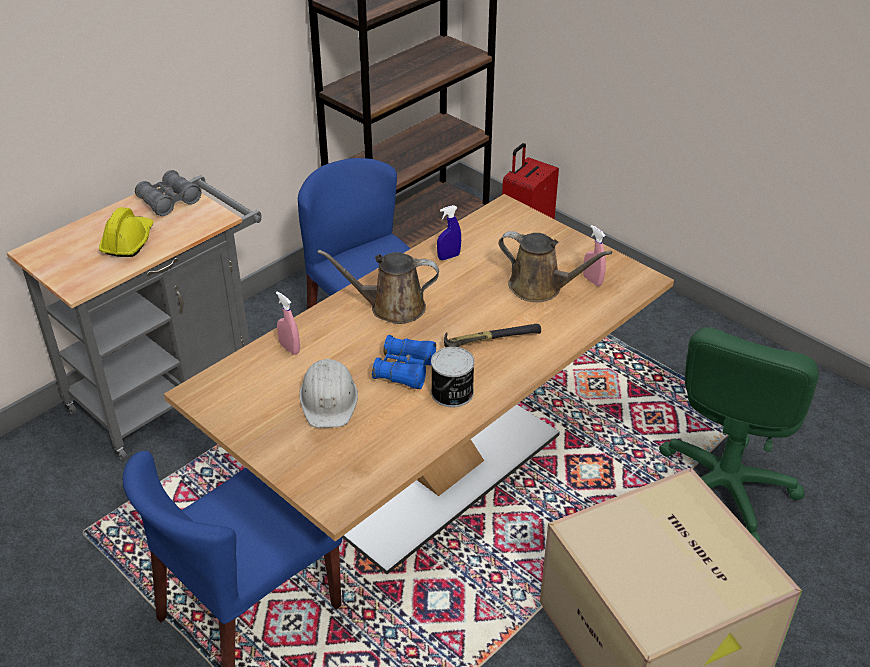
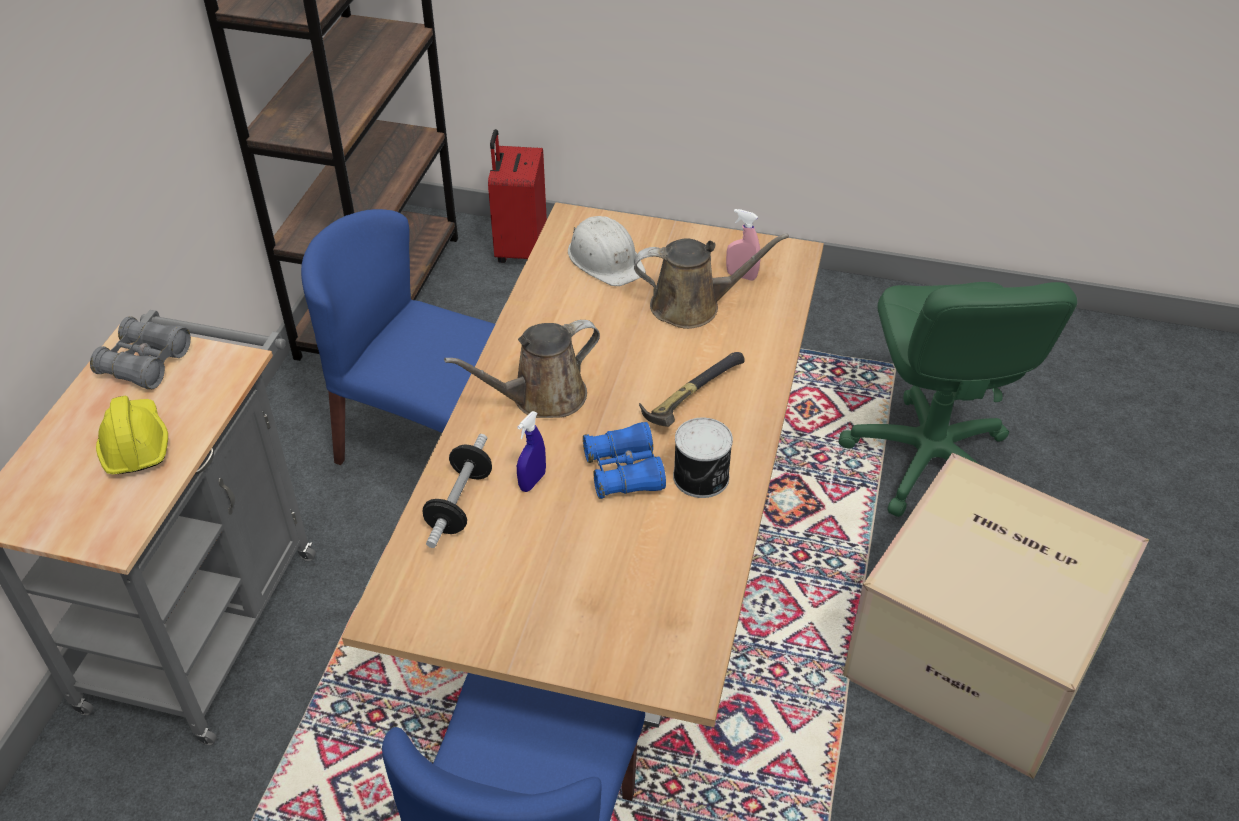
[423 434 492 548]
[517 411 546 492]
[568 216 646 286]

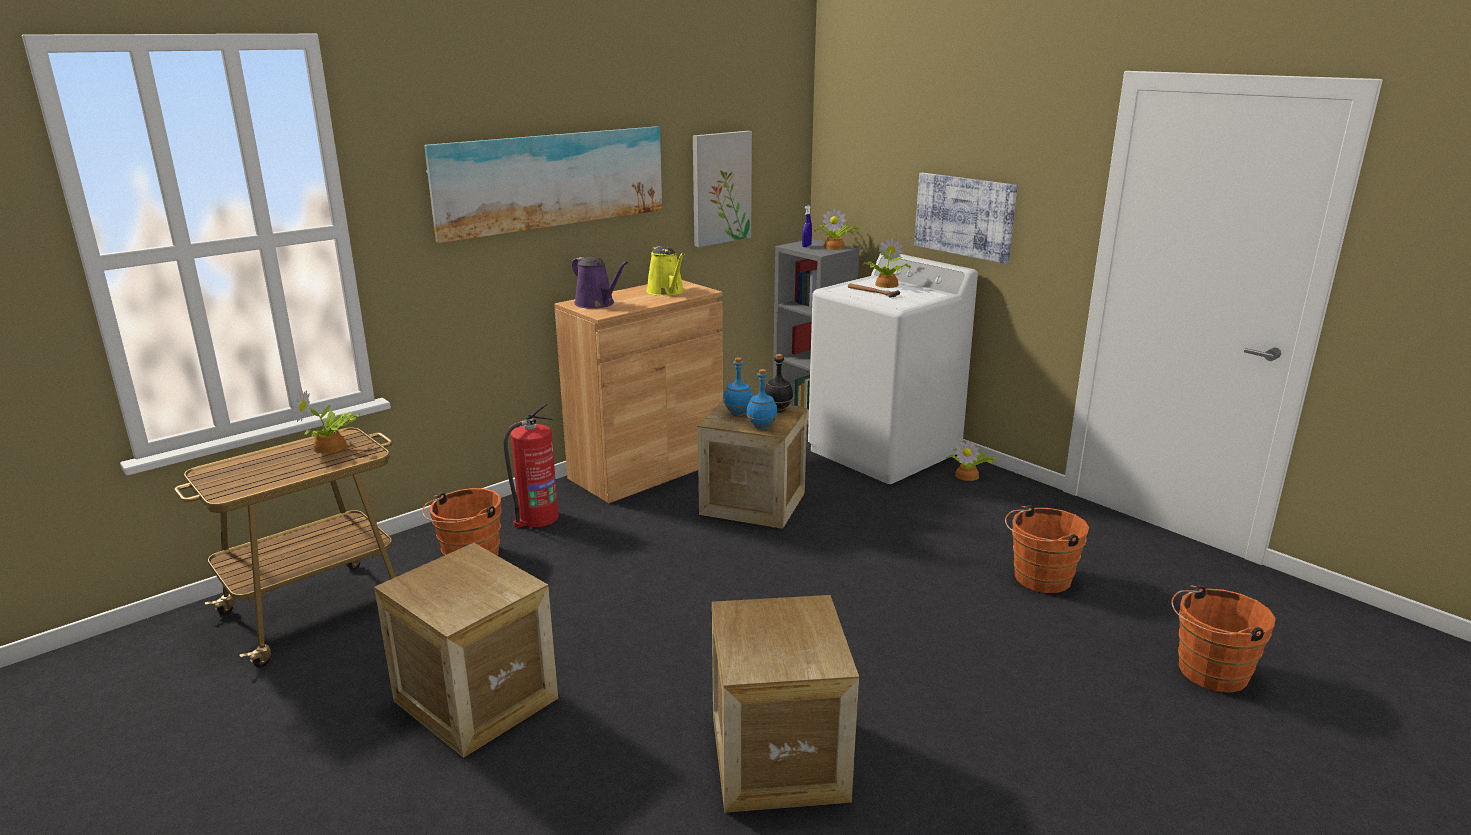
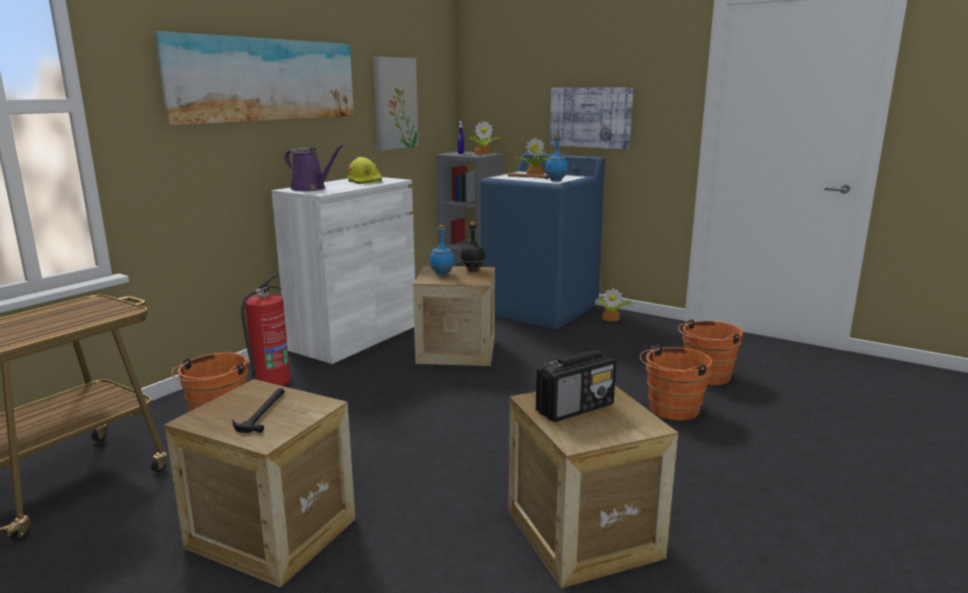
[232 388 285 433]
[272 177 415 364]
[348 157 382 184]
[480 153 605 329]
[536 350 616 422]
[545 134 568 182]
[640 345 712 421]
[293 390 360 453] (first image)

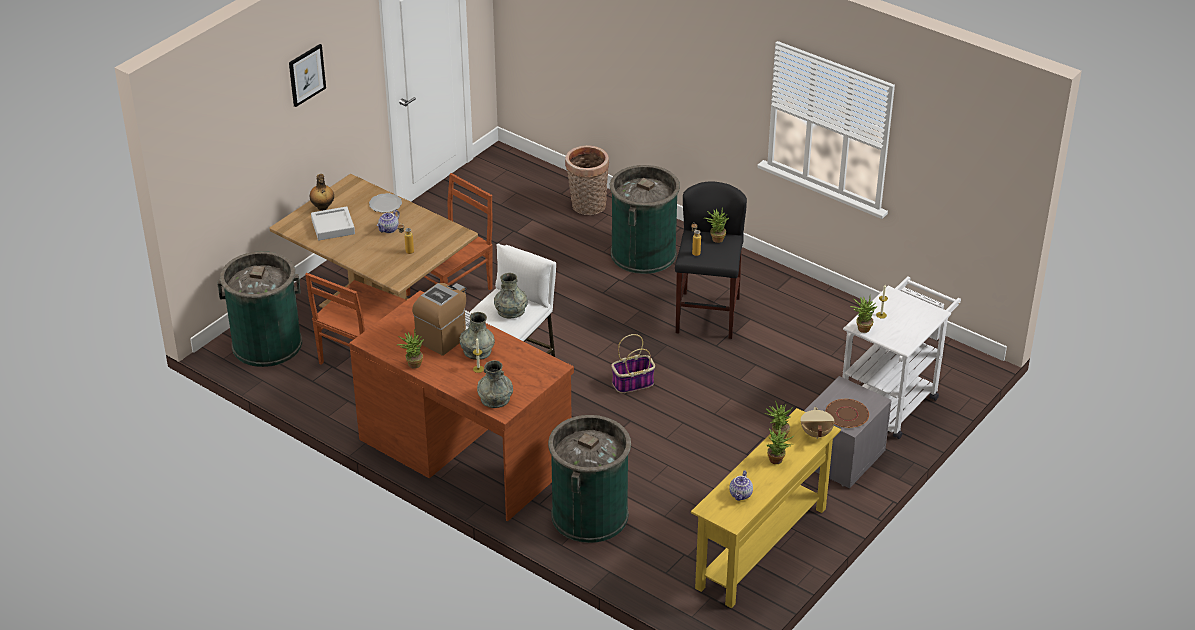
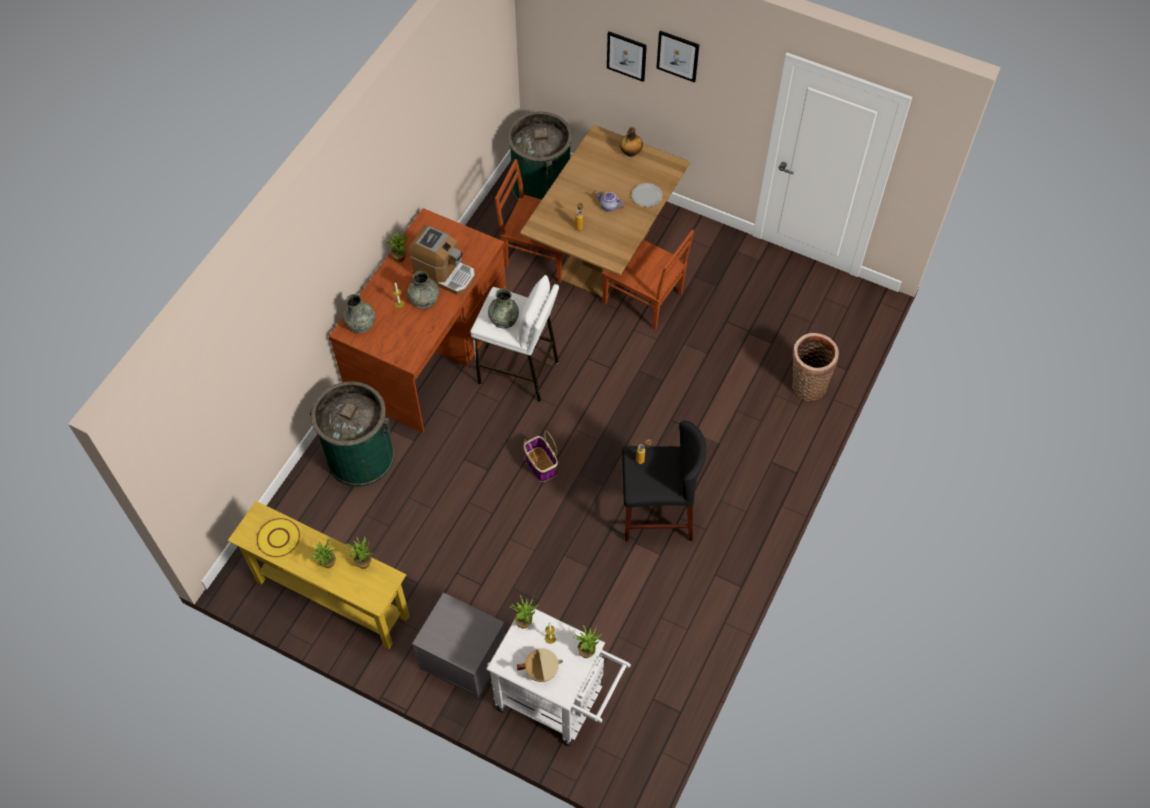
[257 518 300 557]
[517 648 563 682]
[573 625 603 658]
[607 31 647 82]
[311 206 355 240] (first image)
[610 165 680 274] (first image)
[825 399 869 428] (first image)

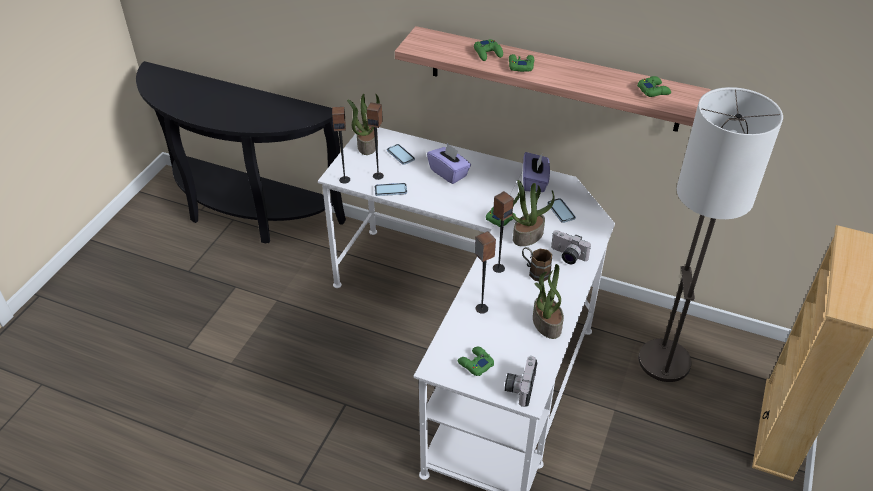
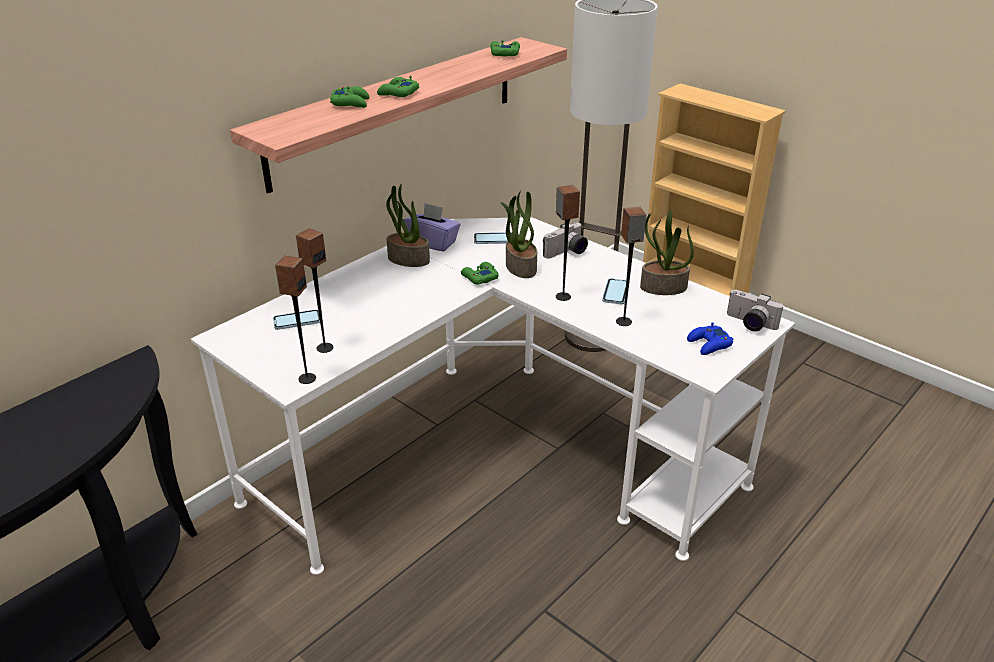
[386 184 430 267]
[602 278 626 304]
[687 322 734 355]
[427 143 471 184] (first image)
[522 247 552 281] (first image)

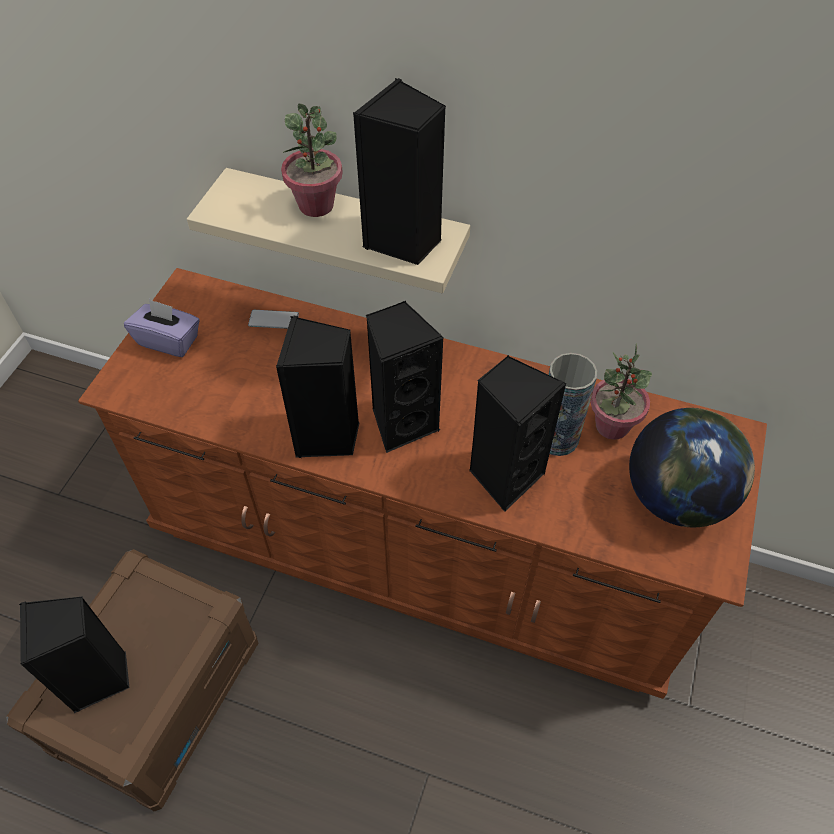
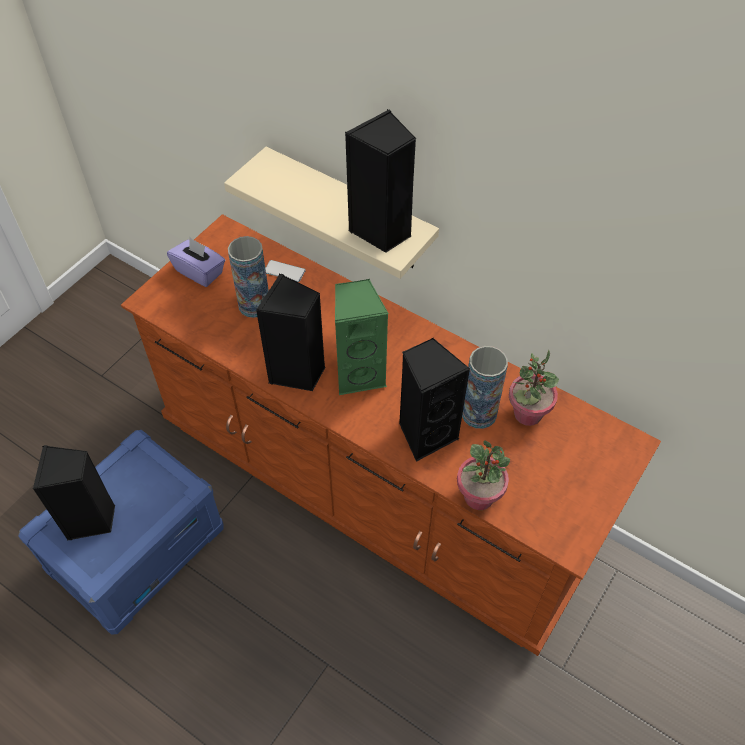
[18 430 223 635]
[228 236 269 318]
[335 279 389 395]
[457 440 510 510]
[629 408 755 527] (first image)

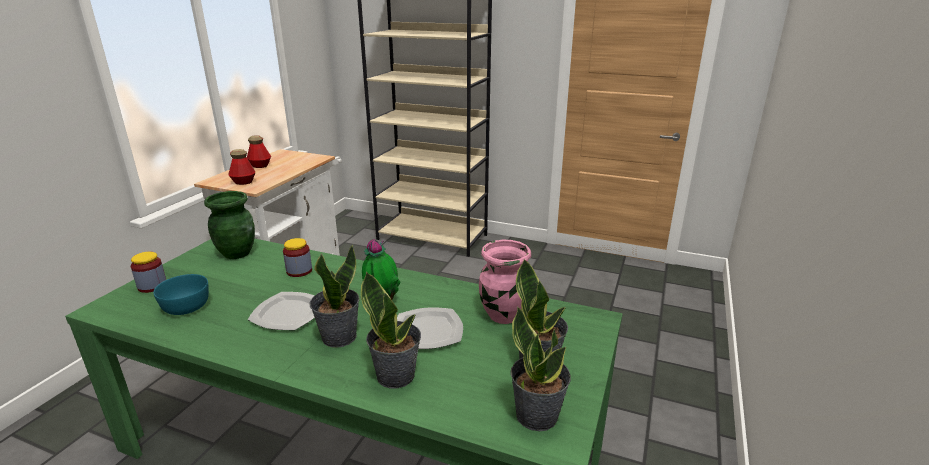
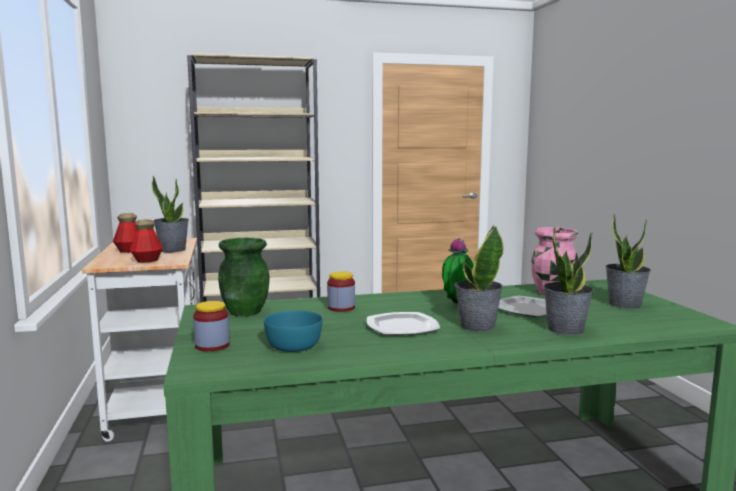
[151 176 189 252]

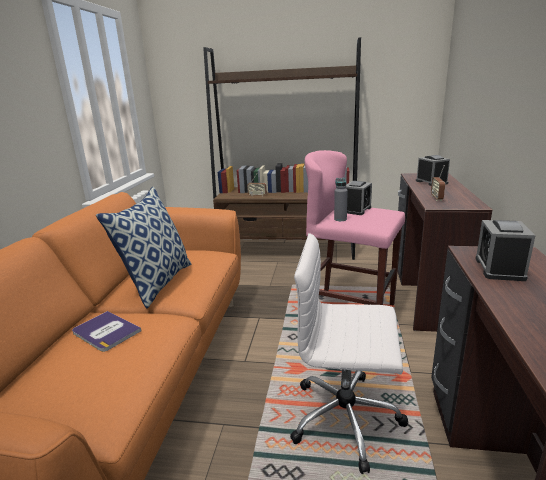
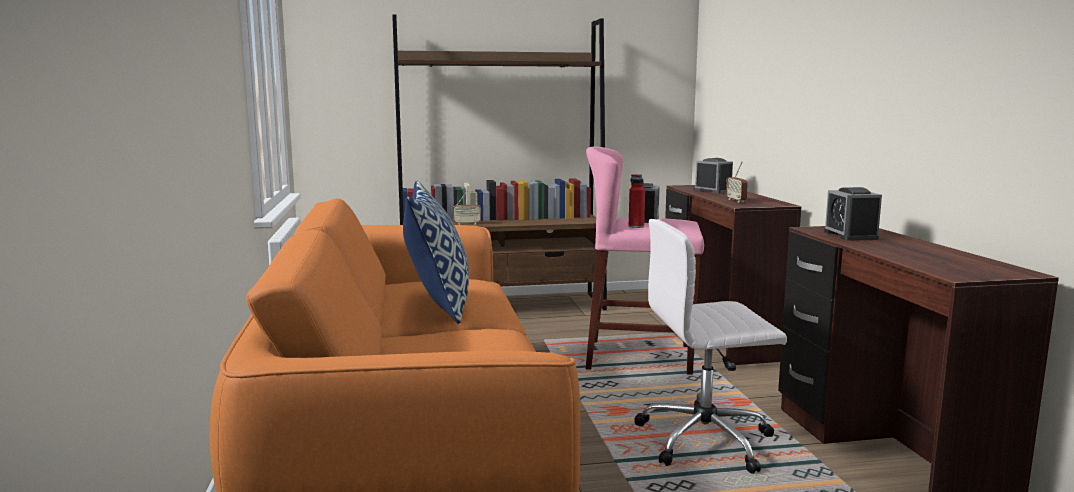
[629 174 645 228]
[72 311 141 352] (first image)

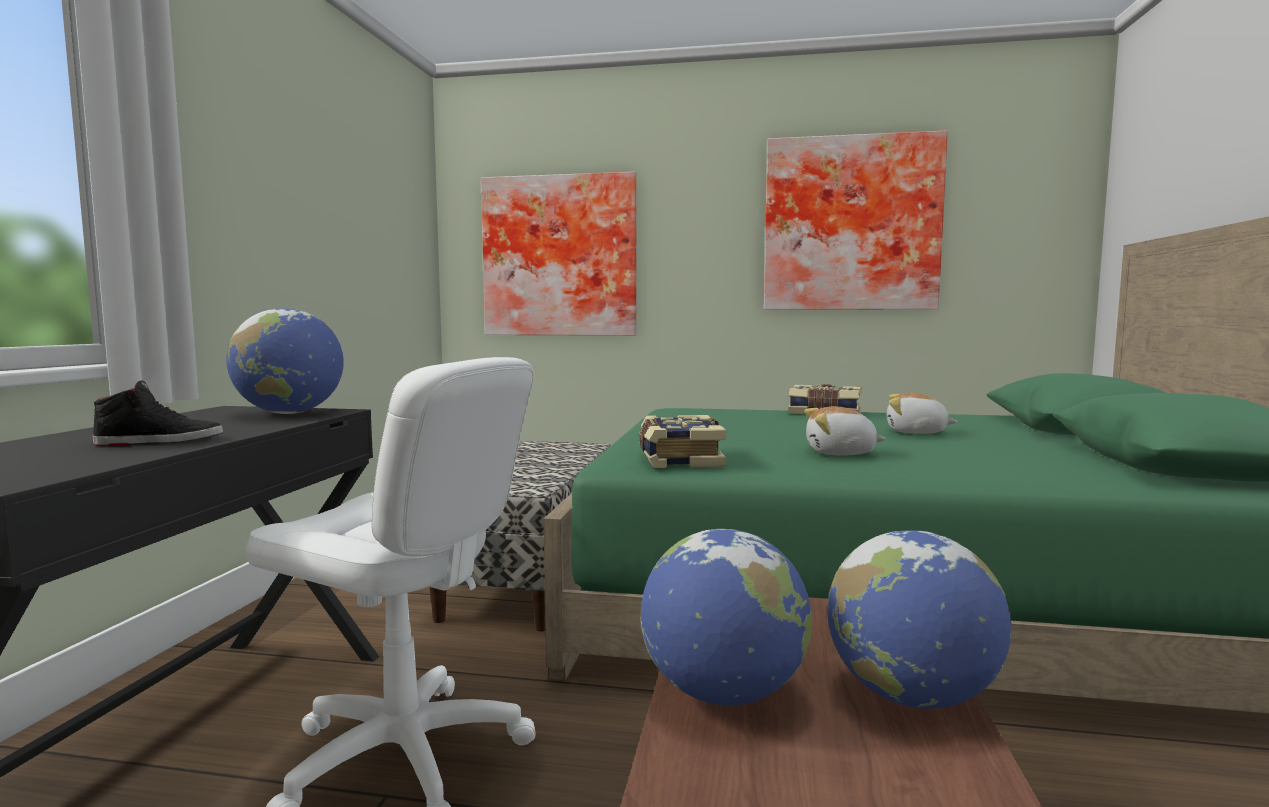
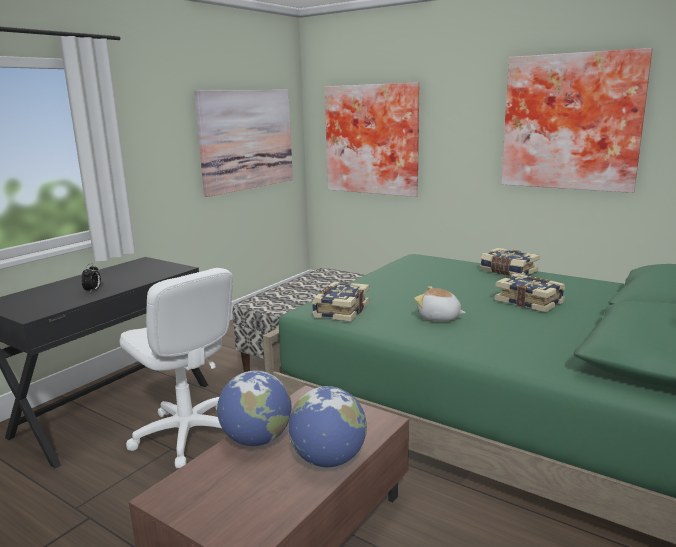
[81 263 101 293]
[194 90 293 197]
[495 274 565 313]
[226 308 344 414] (first image)

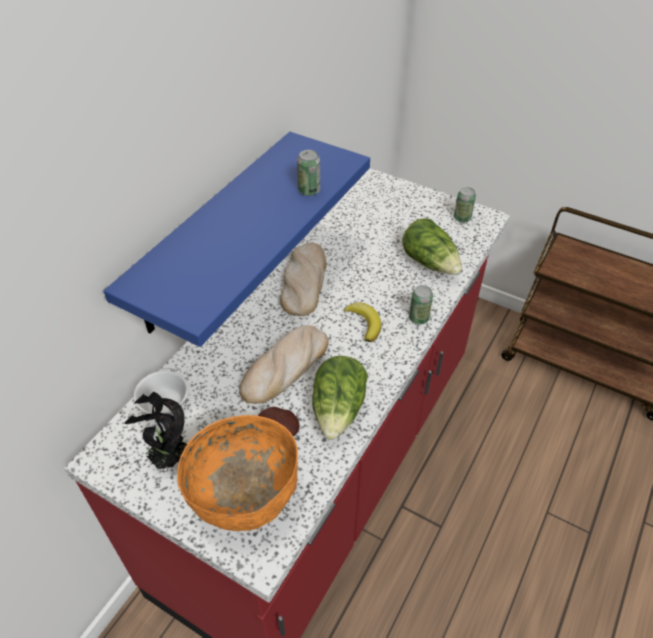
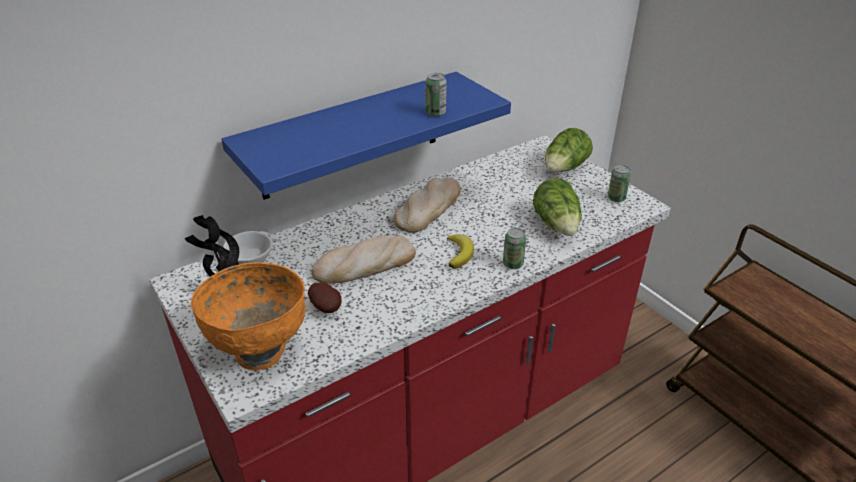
[545 128 593 173]

